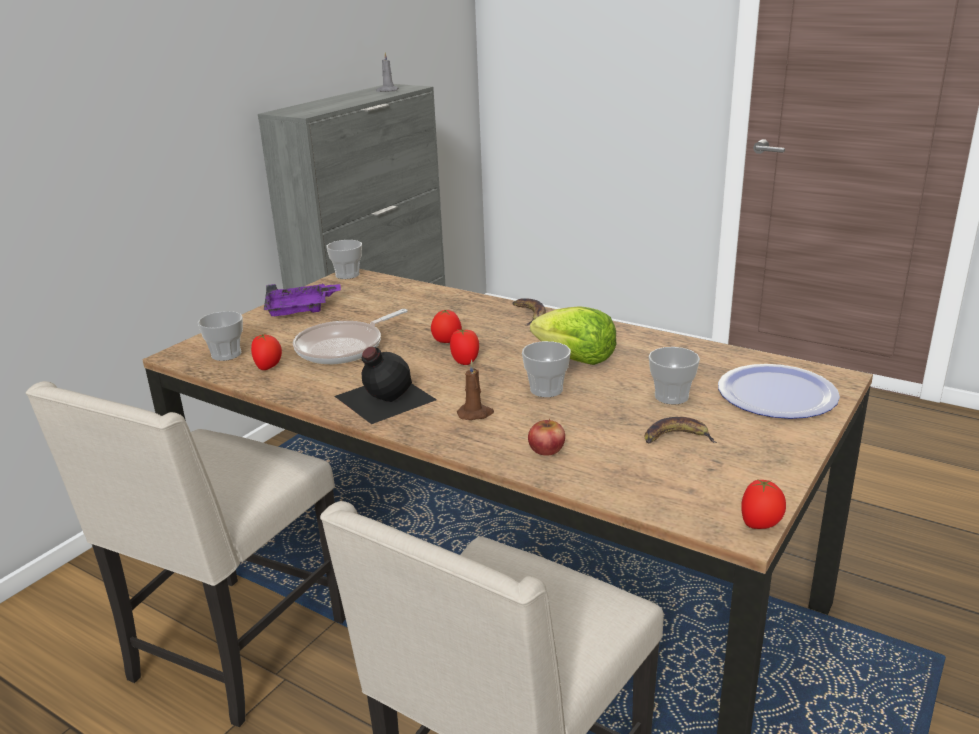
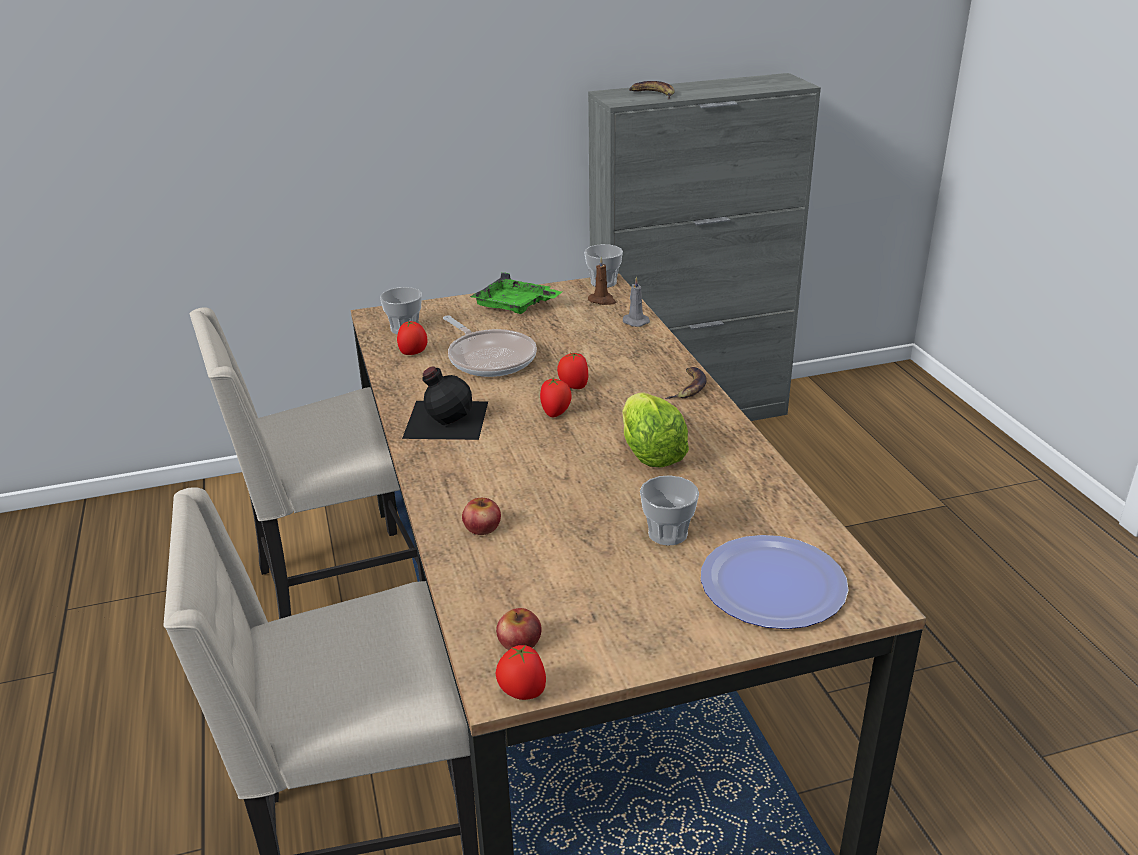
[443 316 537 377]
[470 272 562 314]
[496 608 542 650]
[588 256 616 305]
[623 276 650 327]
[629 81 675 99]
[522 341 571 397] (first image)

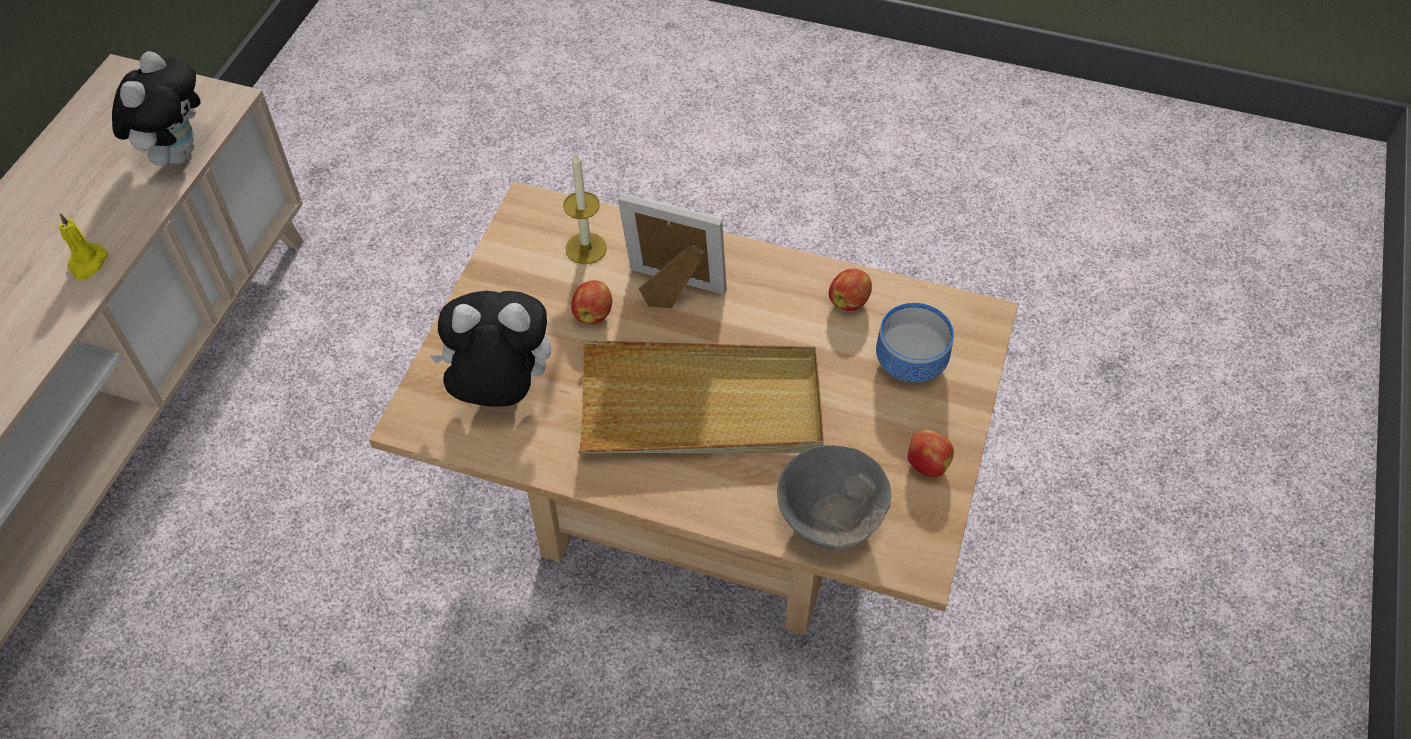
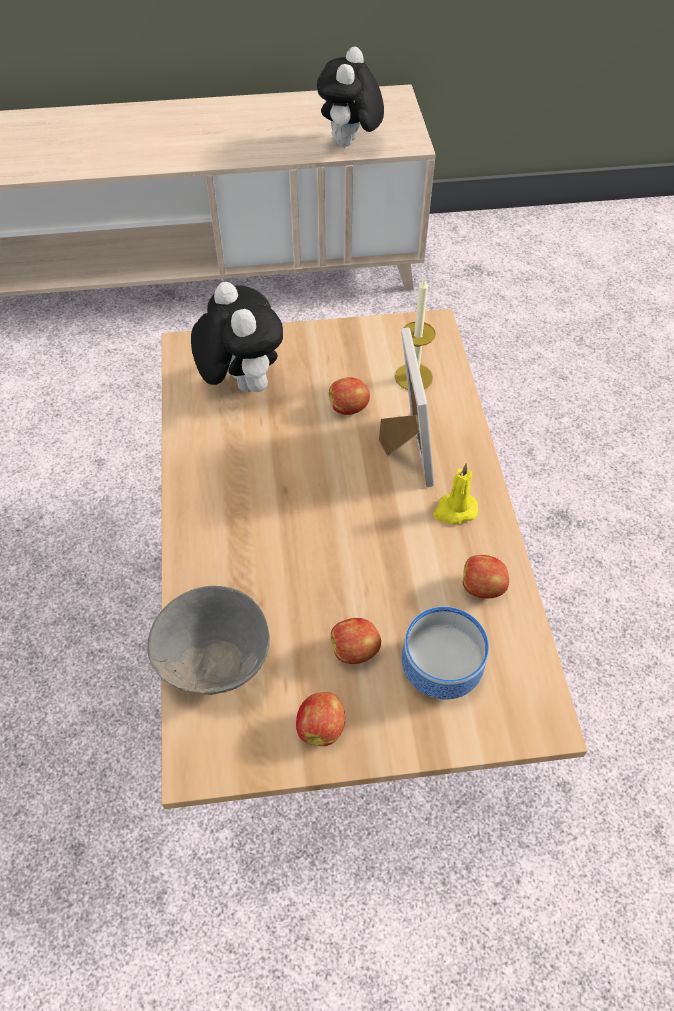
[317 47 384 147]
[331 618 381 664]
[433 463 479 524]
[578 341 824 453] (first image)

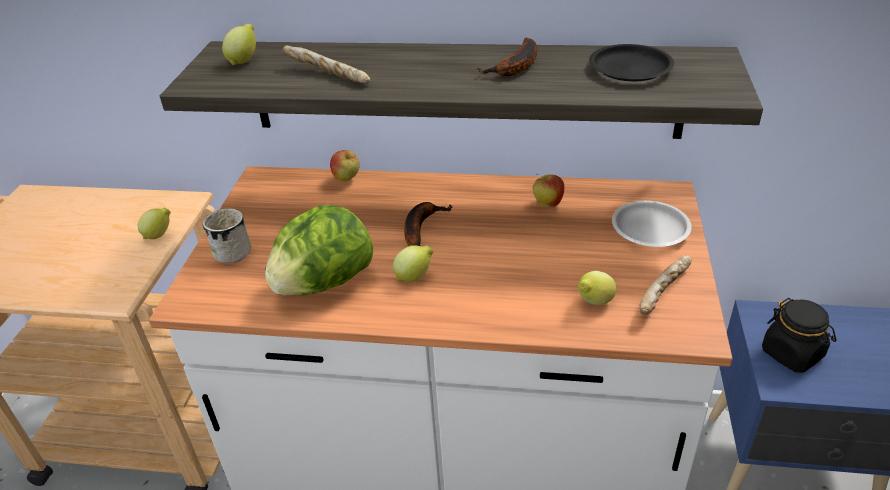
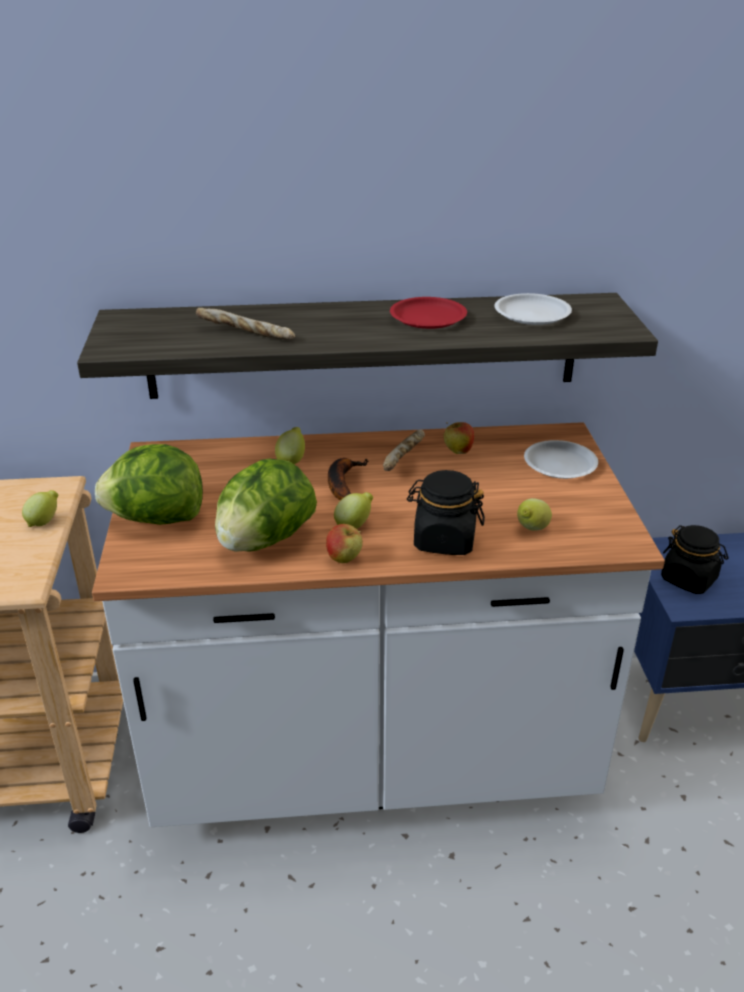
[95 444 203 525]
[275 427 305 464]
[326 524 363 563]
[383 430 425 471]
[390 297 467 329]
[407 470 485 555]
[494 293 572 325]

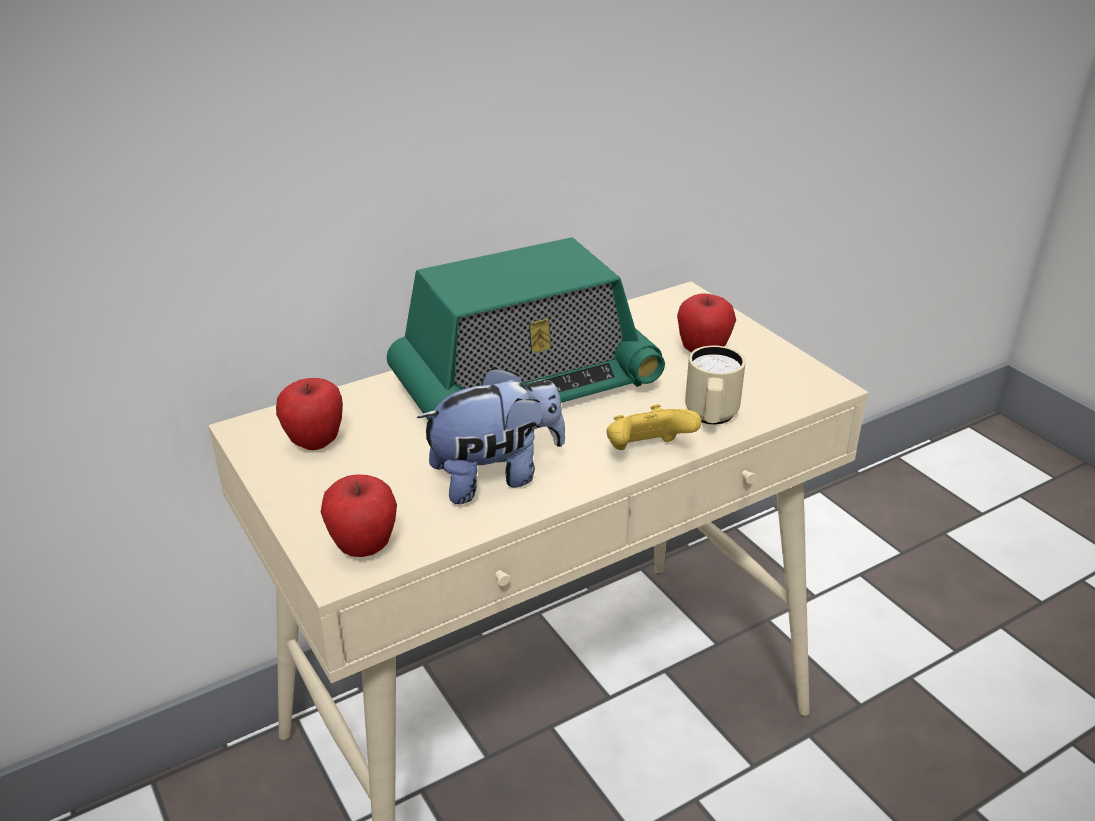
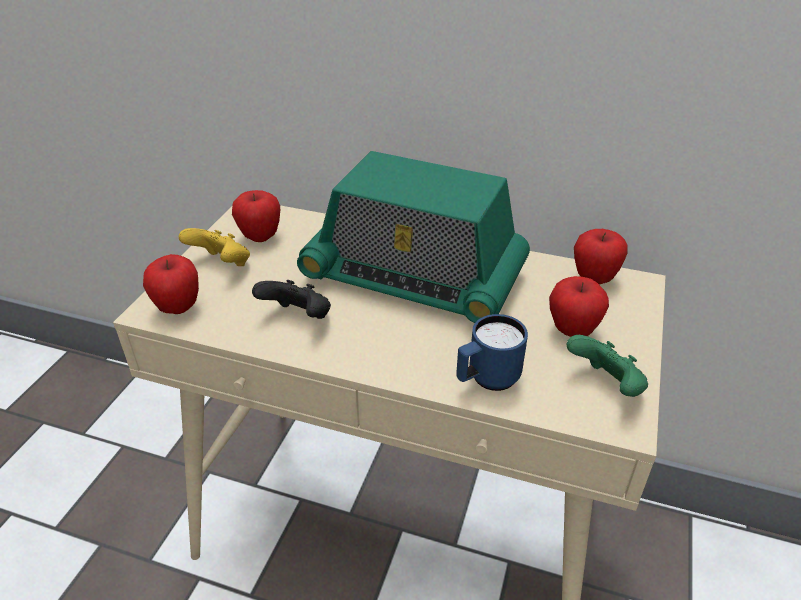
[179 228 250 266]
[252 280 331 319]
[456 314 528 391]
[566 335 648 397]
[574 229 628 284]

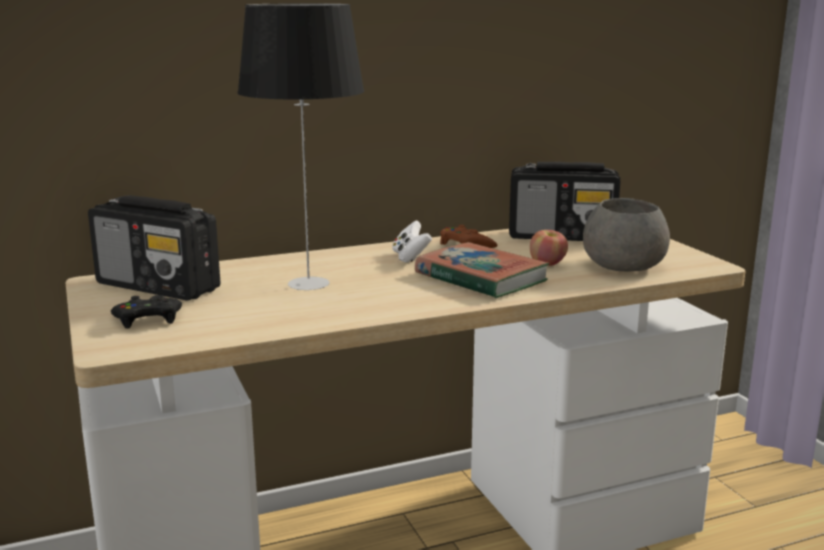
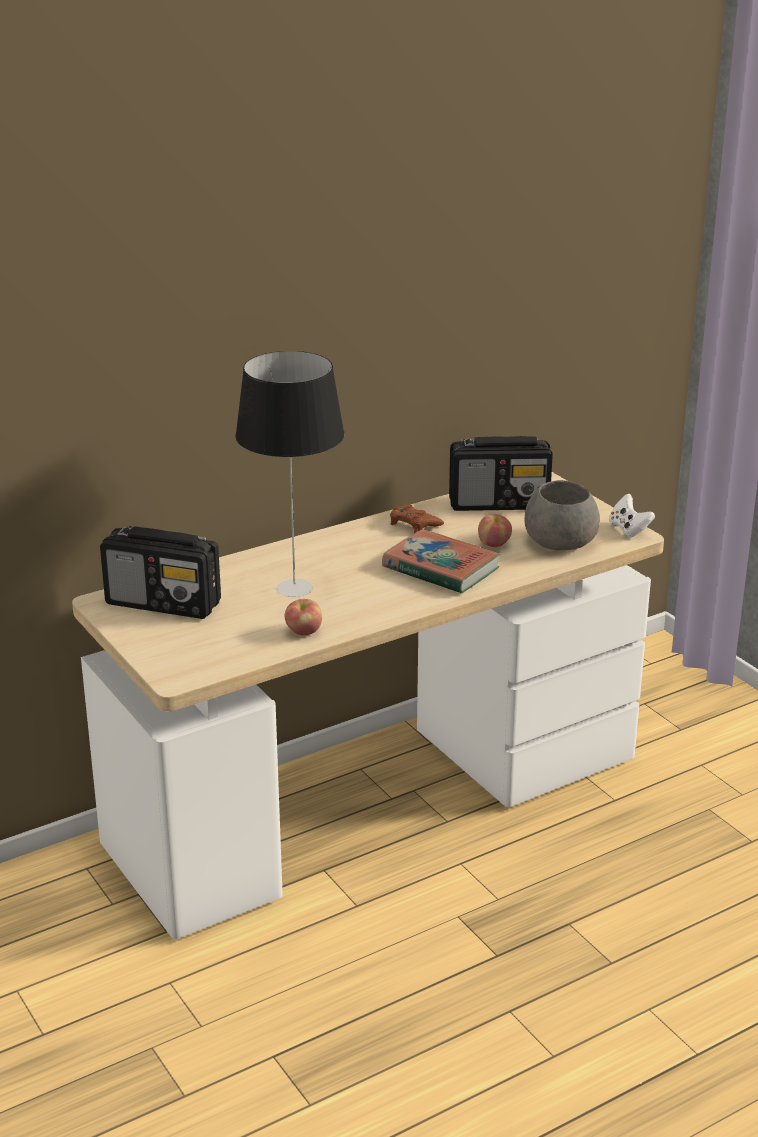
[285 599 322 635]
[609 494 655 537]
[111 295 182 329] (first image)

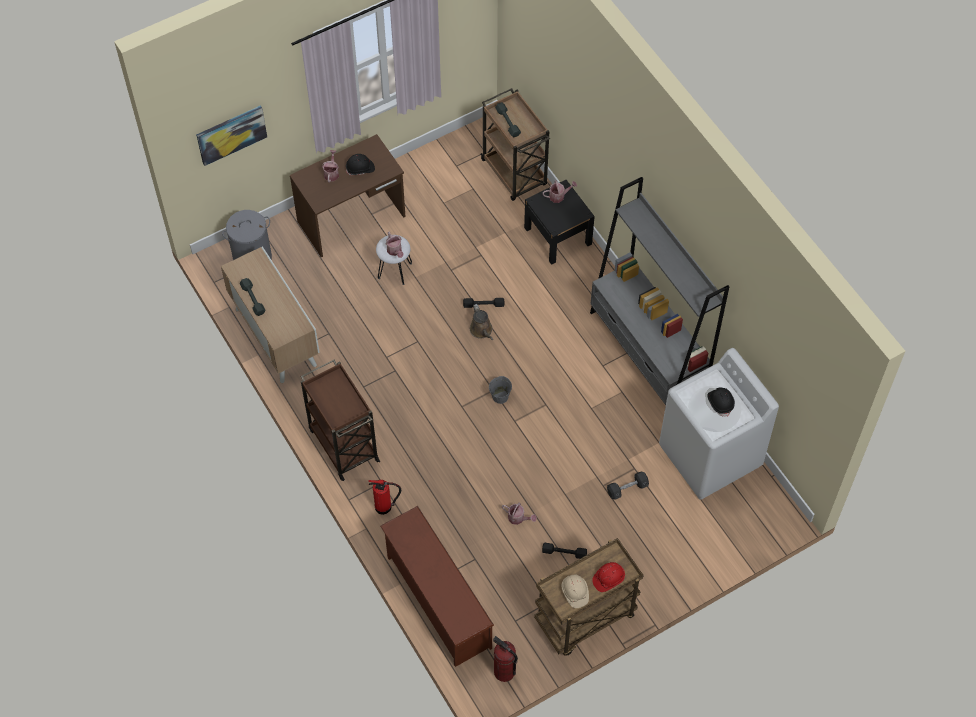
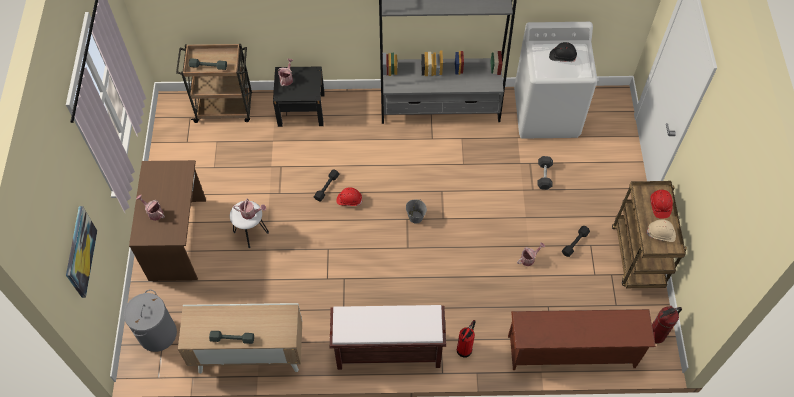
[330 305 446 370]
[337 187 362 206]
[346 154 375 175] (first image)

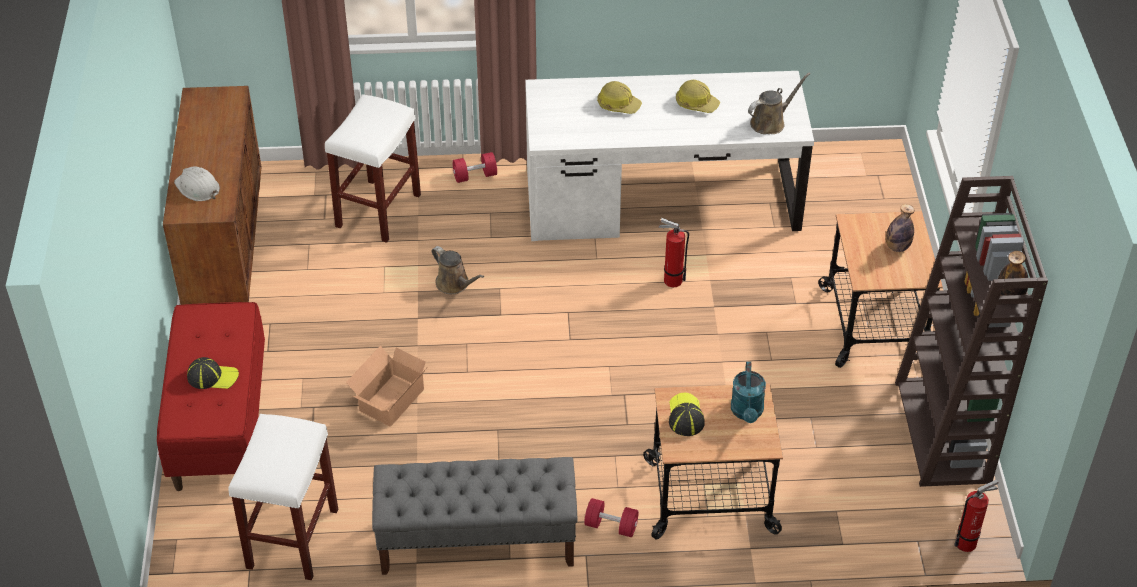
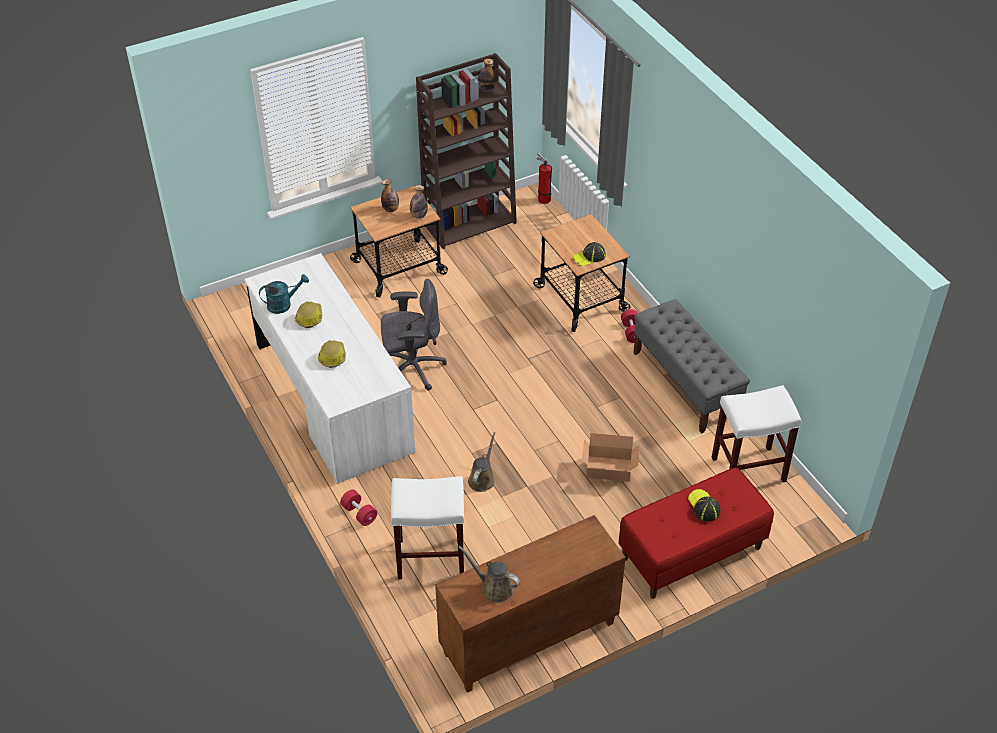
[259 274 309 314]
[381 279 447 391]
[410 185 428 219]
[458 546 520 603]
[174 166 220 201] (first image)

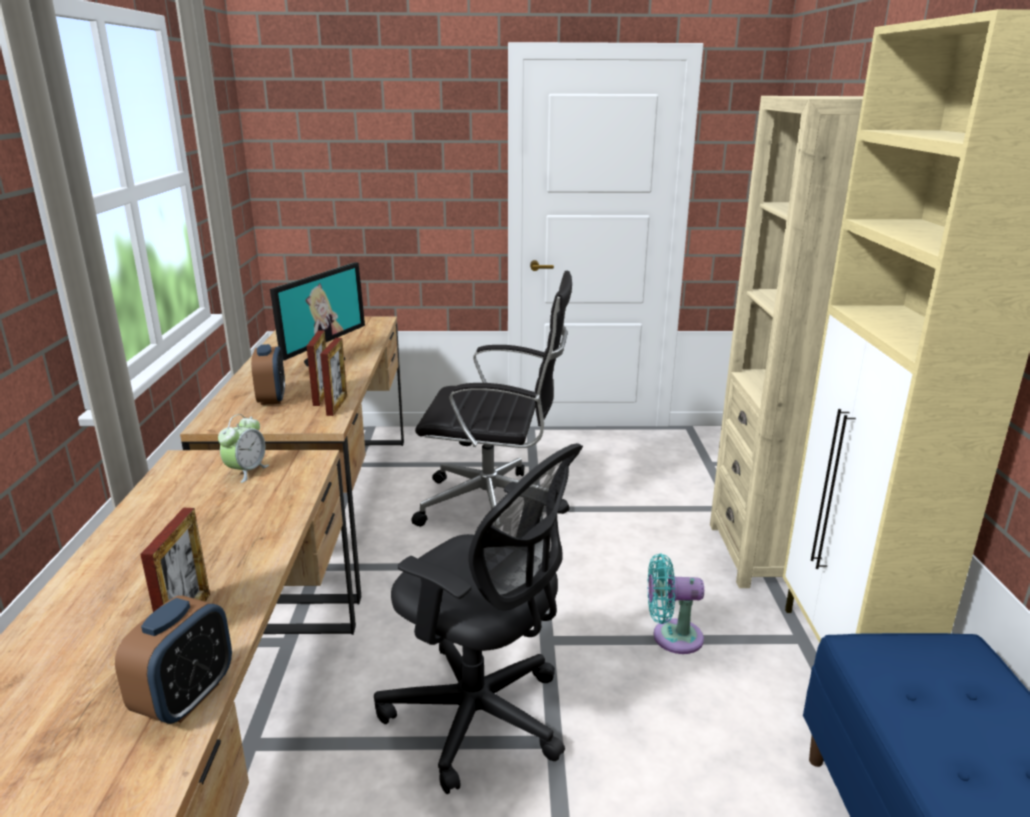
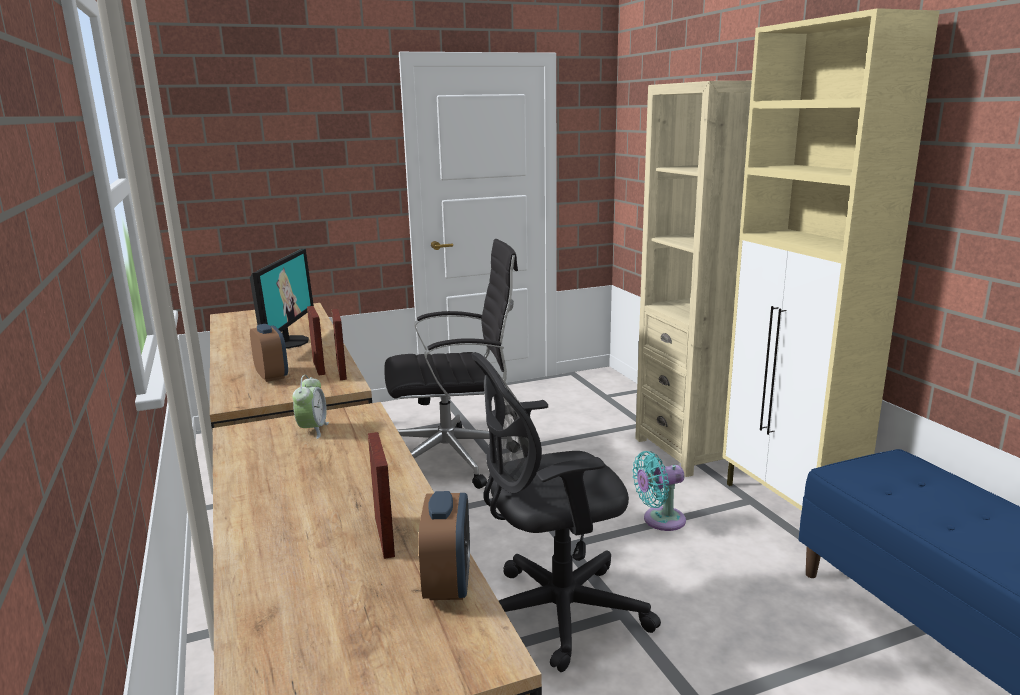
[471 352 661 672]

